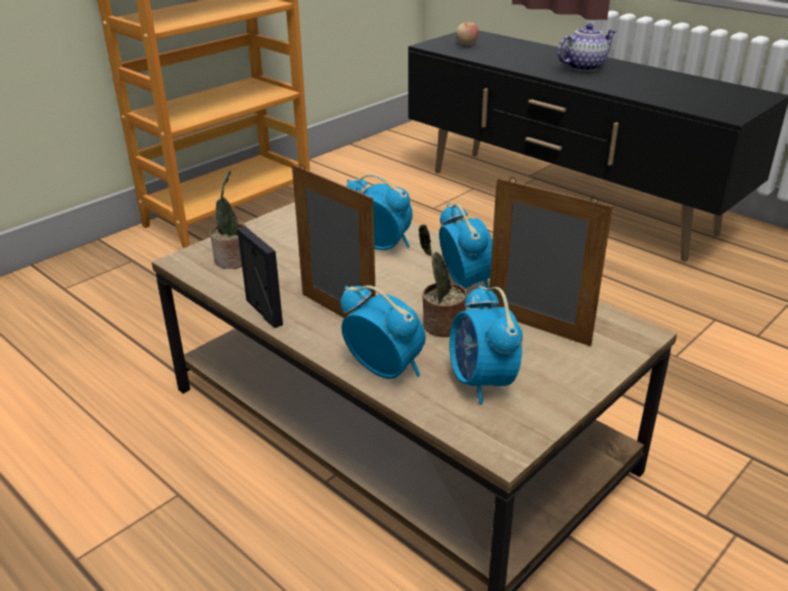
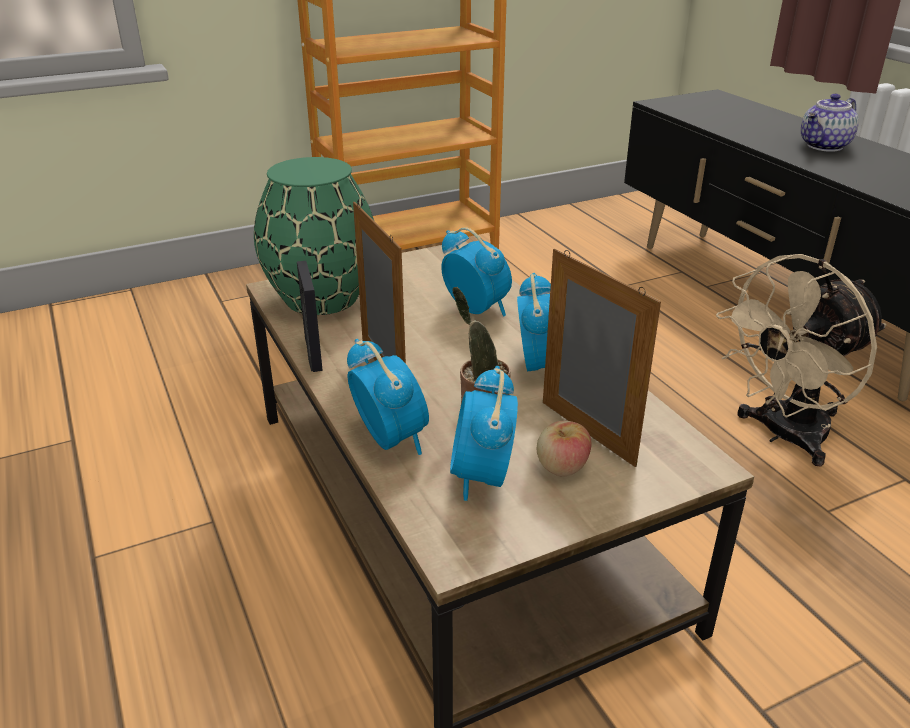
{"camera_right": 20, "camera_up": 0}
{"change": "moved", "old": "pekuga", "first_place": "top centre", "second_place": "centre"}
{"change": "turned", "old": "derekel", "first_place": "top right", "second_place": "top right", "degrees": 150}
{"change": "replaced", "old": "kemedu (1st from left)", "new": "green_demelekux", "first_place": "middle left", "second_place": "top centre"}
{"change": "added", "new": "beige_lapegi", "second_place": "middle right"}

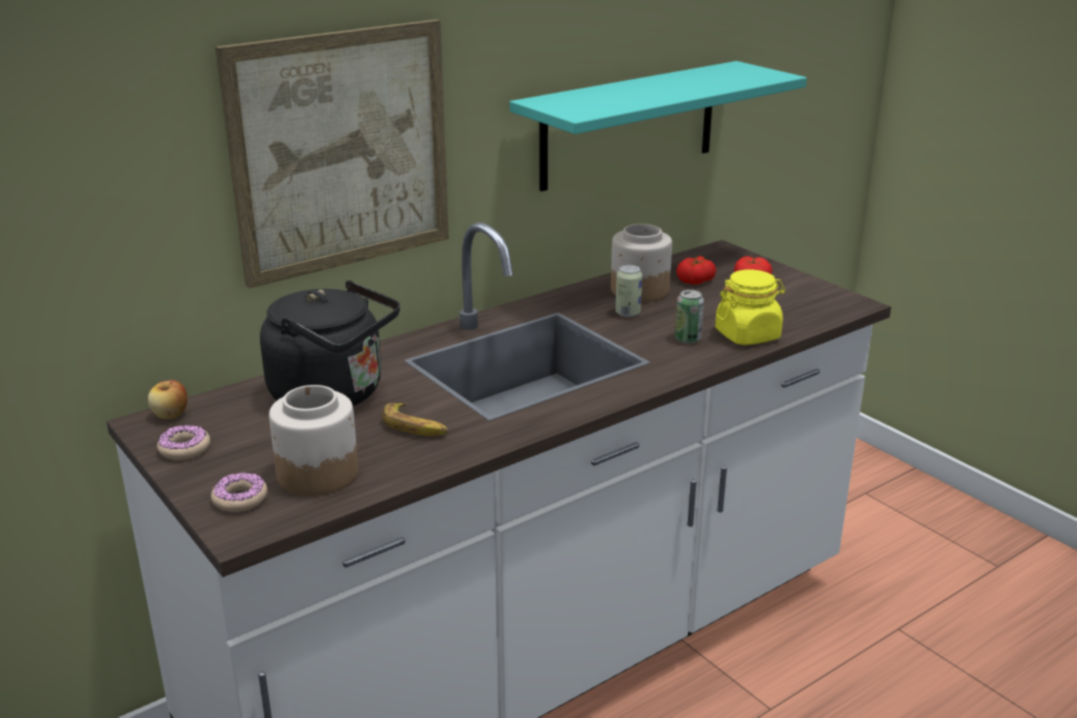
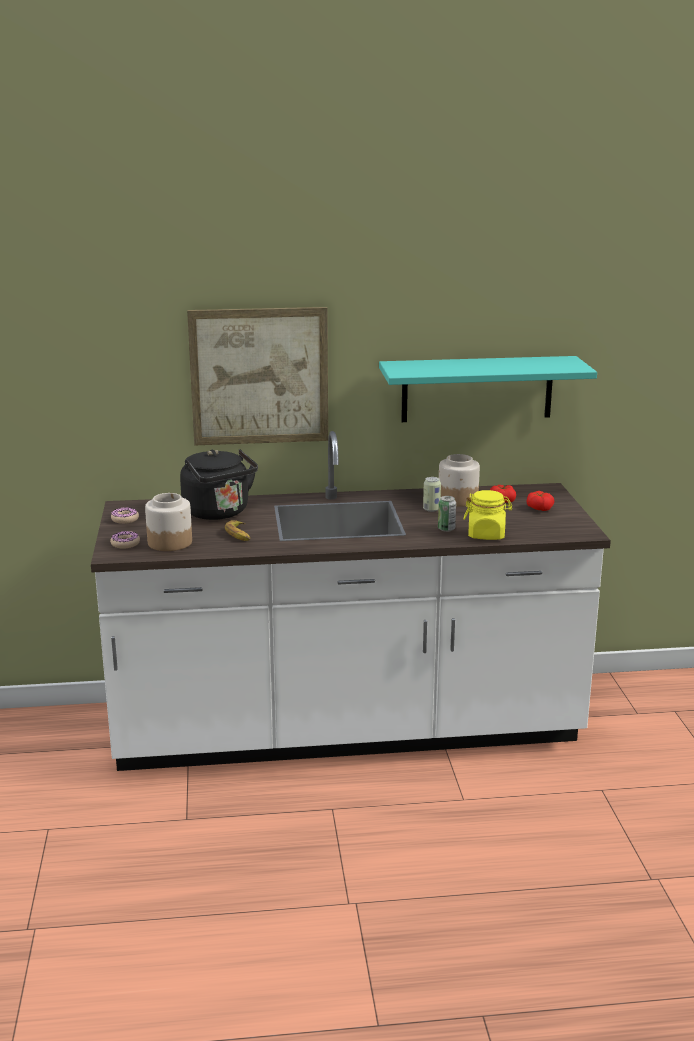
{"camera_right": 30, "camera_up": -5}
{"change": "removed", "old": "pekuga", "first_place": "middle left"}

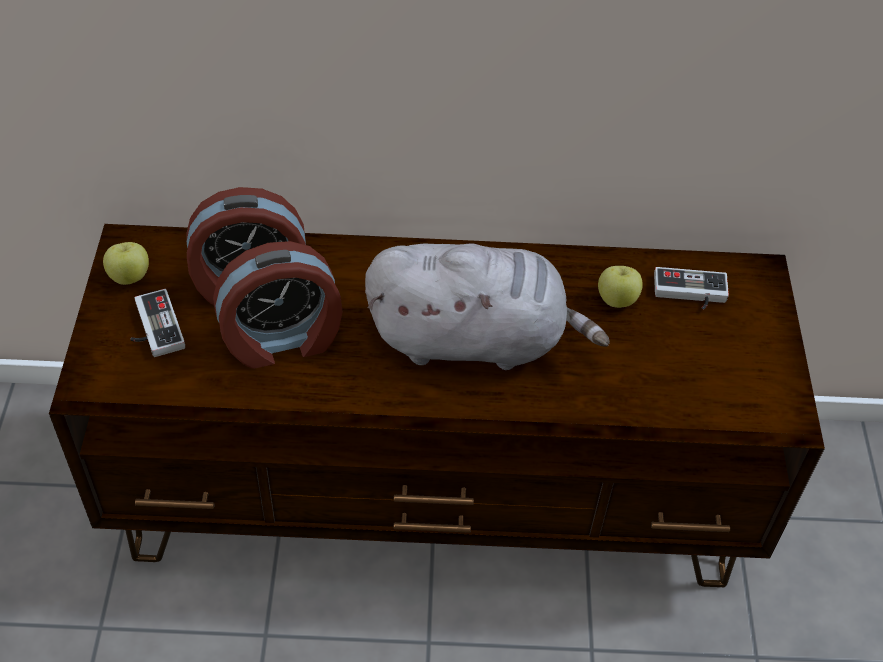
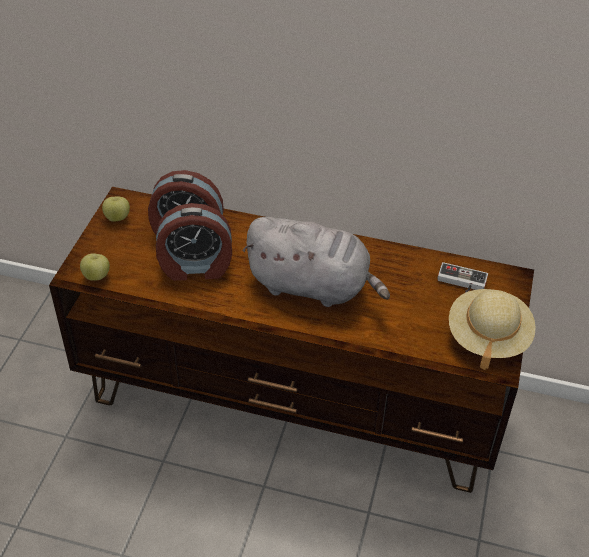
{"camera_right": 15, "camera_up": -5}
{"change": "moved", "old": "pekuga (2nd from left in the first image)", "new": "pekuga (1st from left)", "first_place": "middle right", "second_place": "middle left"}
{"change": "removed", "old": "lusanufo (1st from left)", "first_place": "middle left"}
{"change": "added", "new": "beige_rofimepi", "second_place": "middle right"}

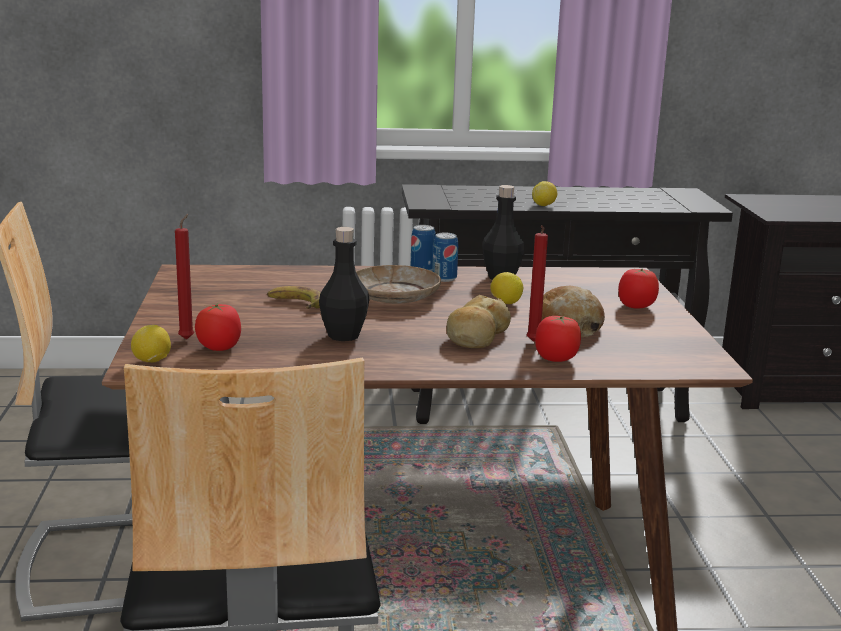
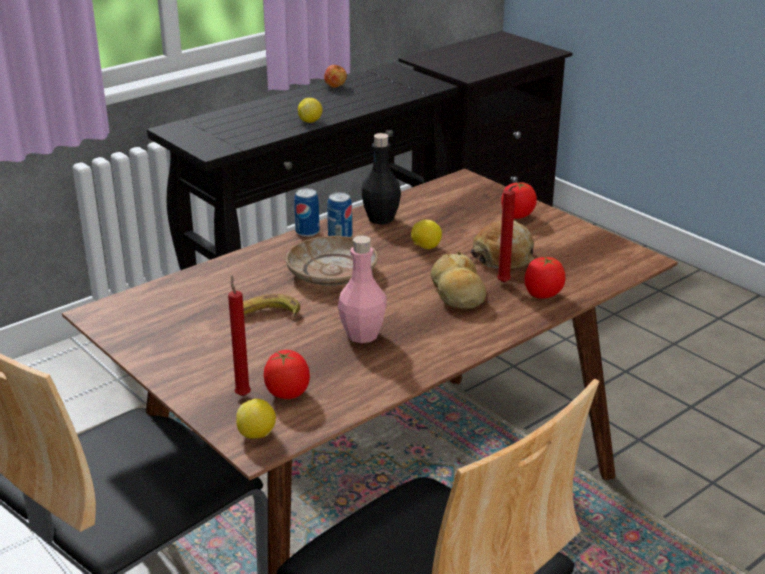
{"camera_right": -35, "camera_up": 10}
{"change": "recoloured", "old": "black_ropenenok (1st from left)", "new": "pink_ropenenok", "first_place": "centre", "second_place": "centre"}
{"change": "added", "new": "pekuga", "second_place": "top centre"}

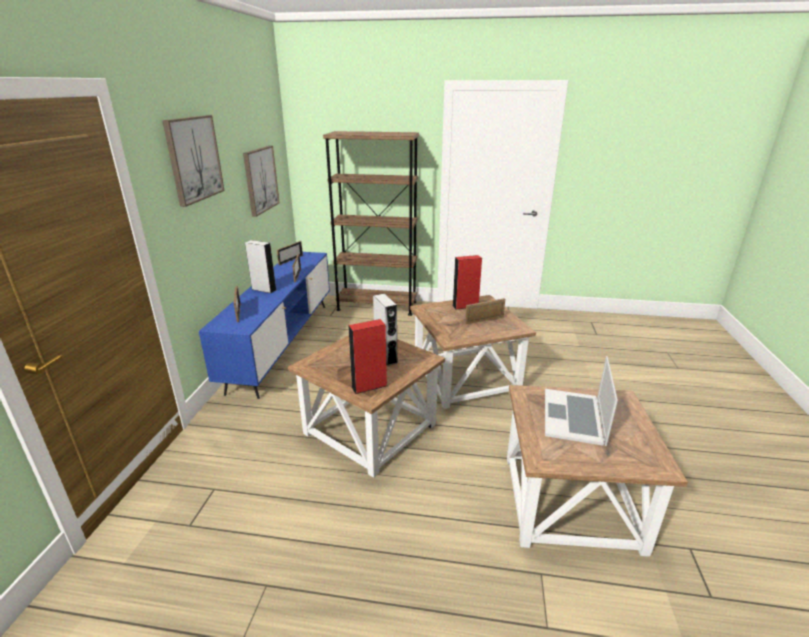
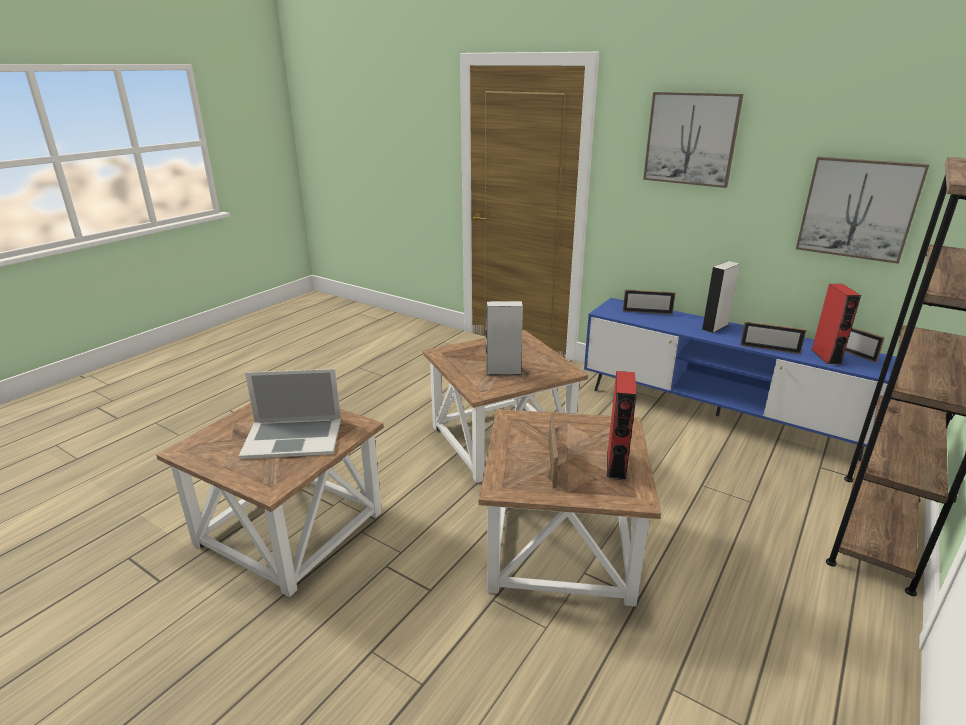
{"camera_right": 115, "camera_up": 0}
{"change": "moved", "old": "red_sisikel (1st from left in the first image)", "new": "red_sisikel (2nd from left)", "first_place": "centre", "second_place": "middle right"}
{"change": "turned", "old": "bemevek", "first_place": "middle right", "second_place": "middle left", "degrees": 135}

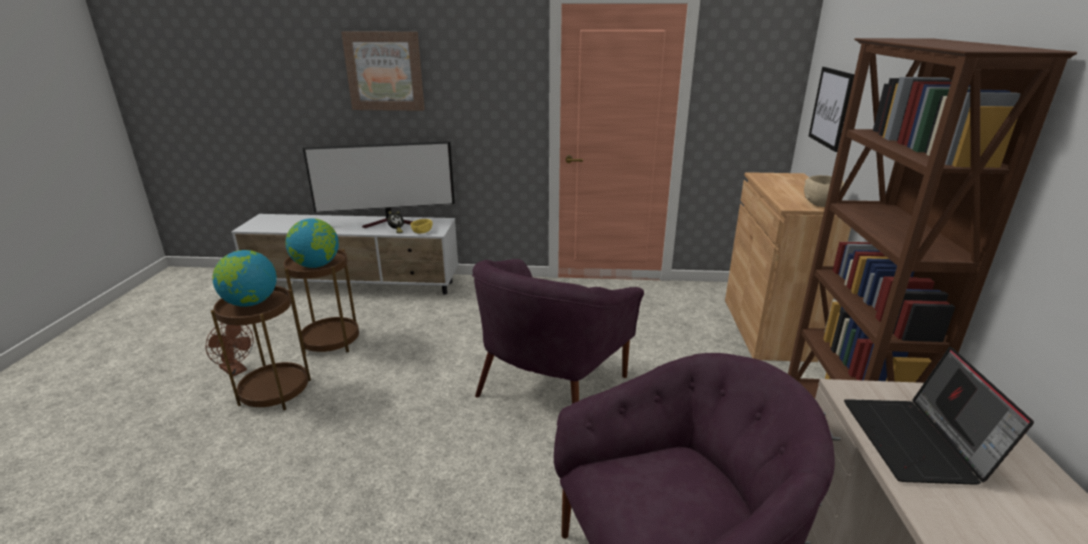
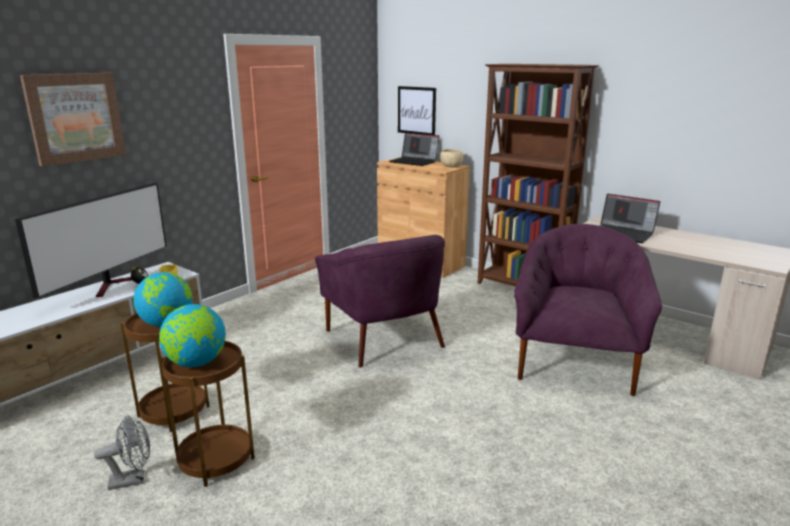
{"camera_right": -55, "camera_up": -5}
{"change": "recoloured", "old": "brown_lapegi", "new": "grey_lapegi", "first_place": "middle left", "second_place": "bottom left"}
{"change": "added", "new": "bemevek (1st from left)", "second_place": "top centre"}

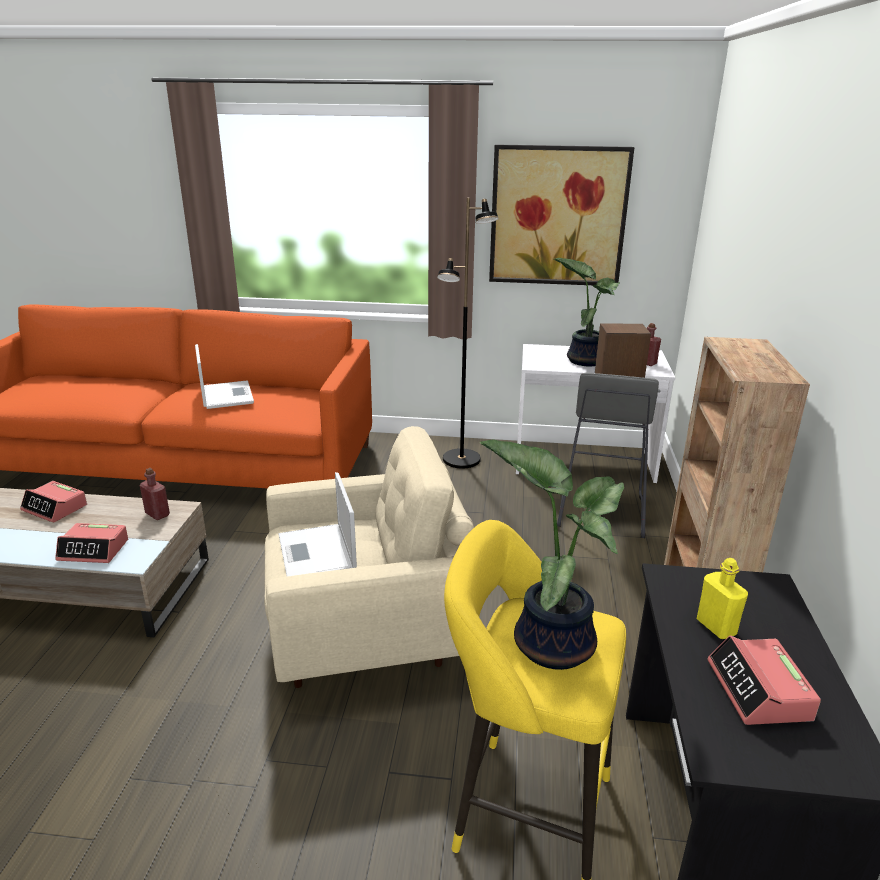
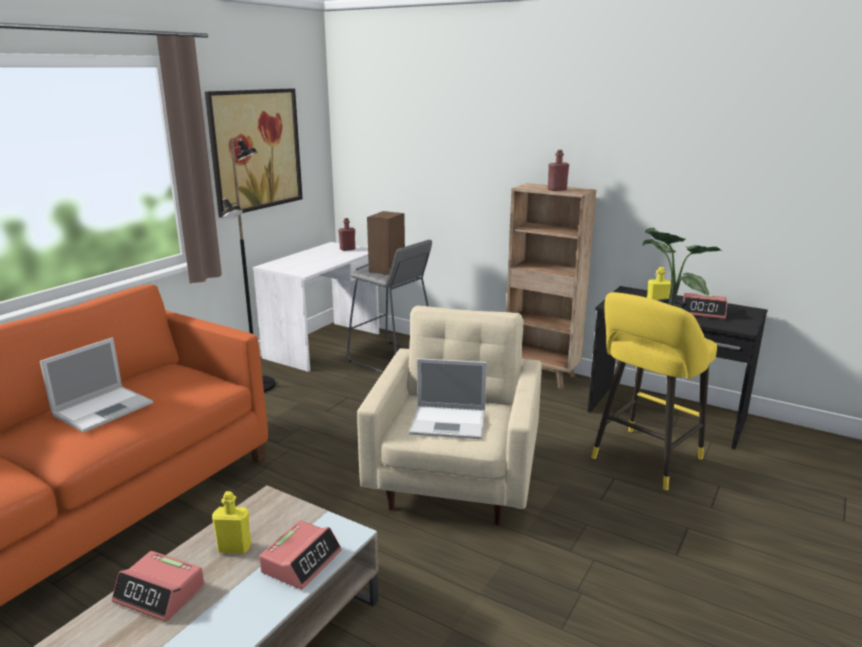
{"camera_right": -65, "camera_up": -5}
{"change": "removed", "old": "kemedu (2nd from left)", "first_place": "middle right"}
{"change": "turned", "old": "bemevek (1st from left)", "first_place": "middle left", "second_place": "middle left", "degrees": 120}
{"change": "moved", "old": "red_ropenenok (1st from left in the first image)", "new": "red_ropenenok (2nd from left)", "first_place": "middle left", "second_place": "top centre"}
{"change": "turned", "old": "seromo (1st from left)", "first_place": "middle left", "second_place": "bottom left", "degrees": 60}
{"change": "added", "new": "yellow_ropenenok (1st from left)", "second_place": "bottom left"}

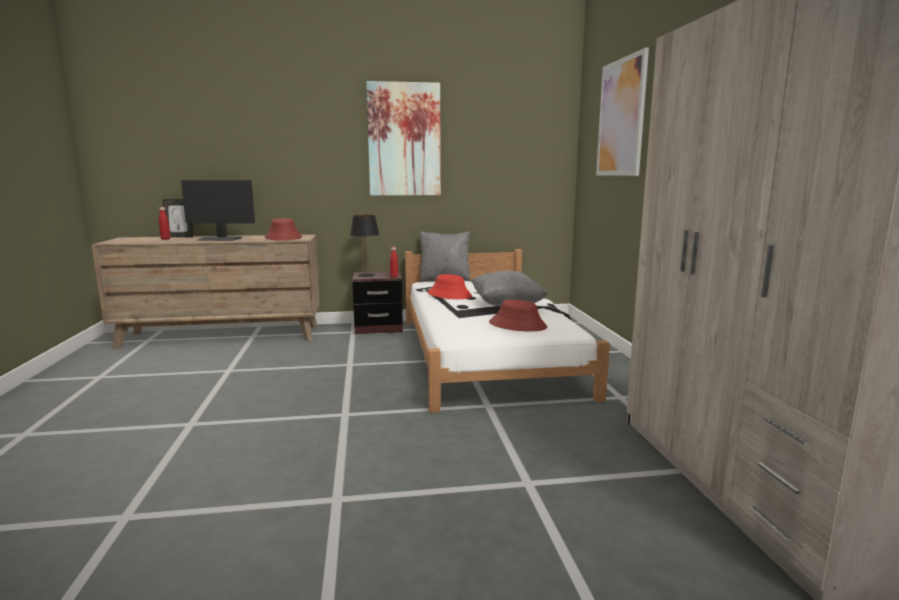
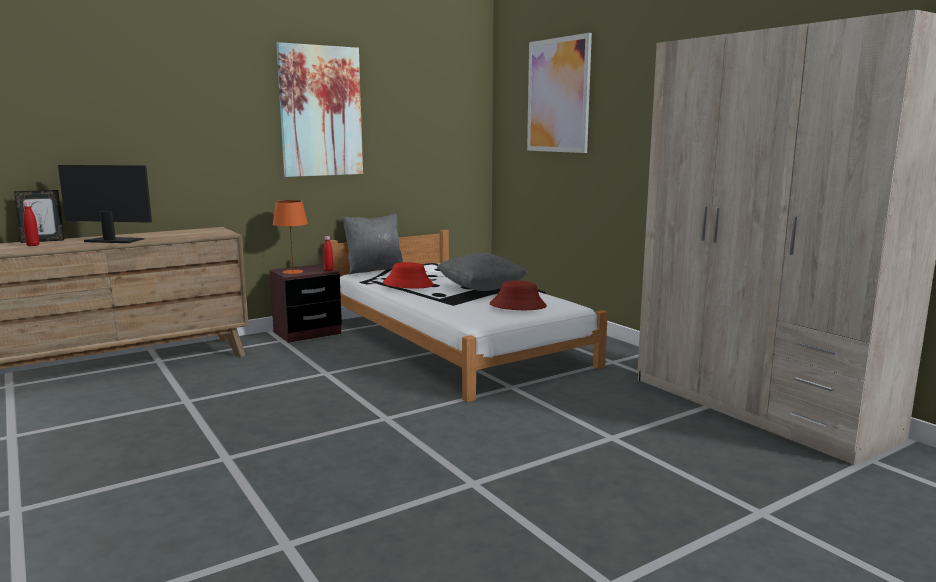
{"camera_right": -25, "camera_up": 0}
{"change": "turned", "old": "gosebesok", "first_place": "middle left", "second_place": "middle left", "degrees": -150}
{"change": "recoloured", "old": "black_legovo", "new": "orange_legovo", "first_place": "centre", "second_place": "middle left"}
{"change": "removed", "old": "red_rofimepi (1st from left)", "first_place": "middle left"}

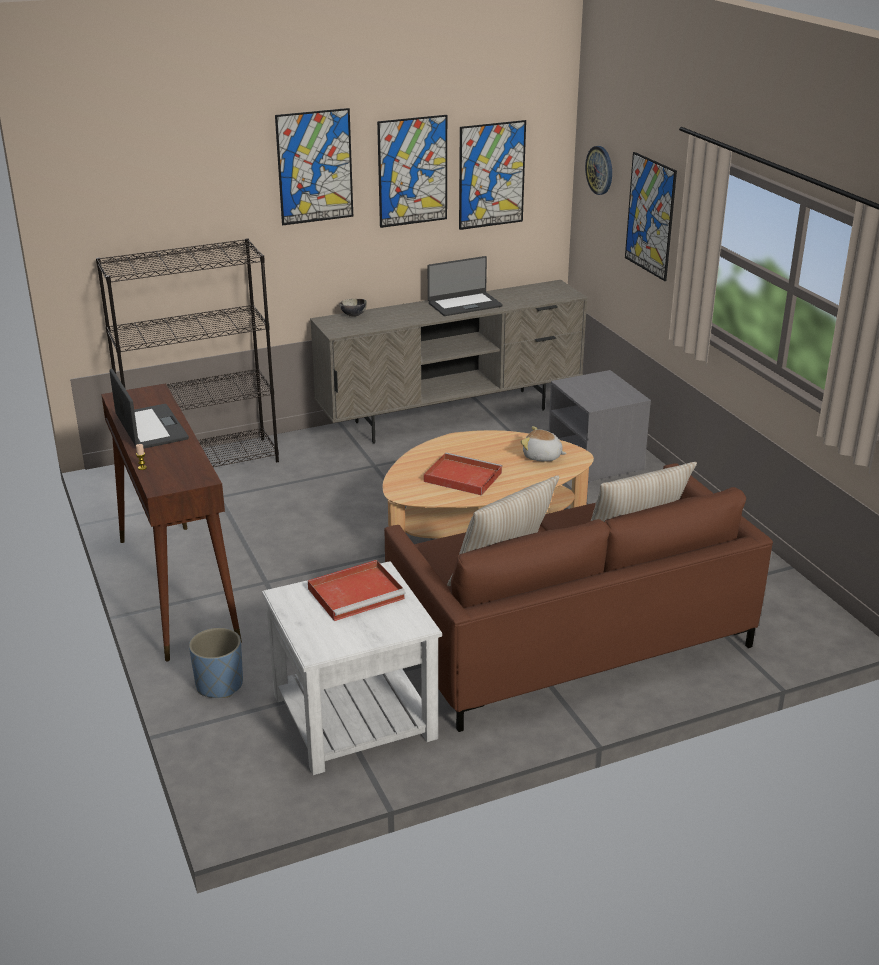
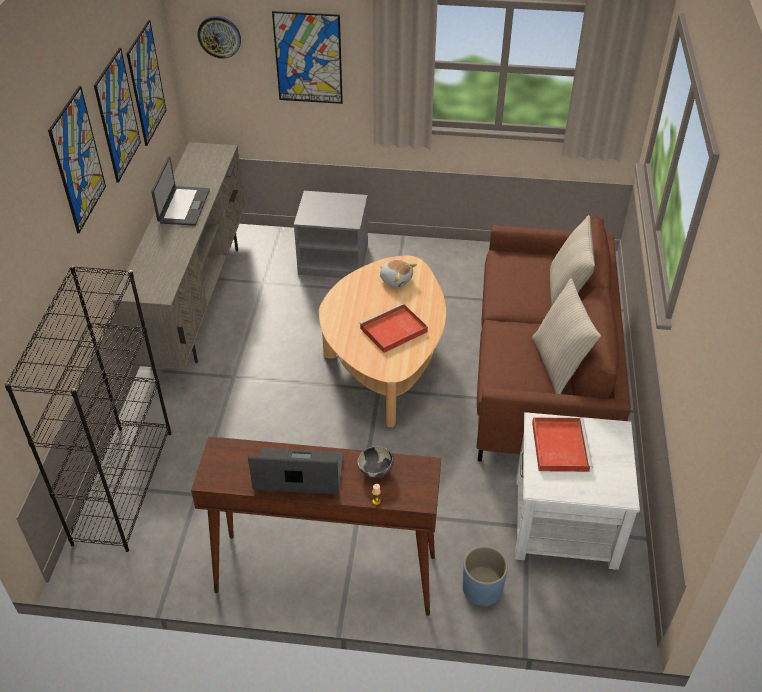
{"camera_right": -60, "camera_up": 15}
{"change": "moved", "old": "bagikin", "first_place": "top centre", "second_place": "bottom centre"}
{"change": "turned", "old": "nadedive", "first_place": "centre", "second_place": "centre", "degrees": -105}

